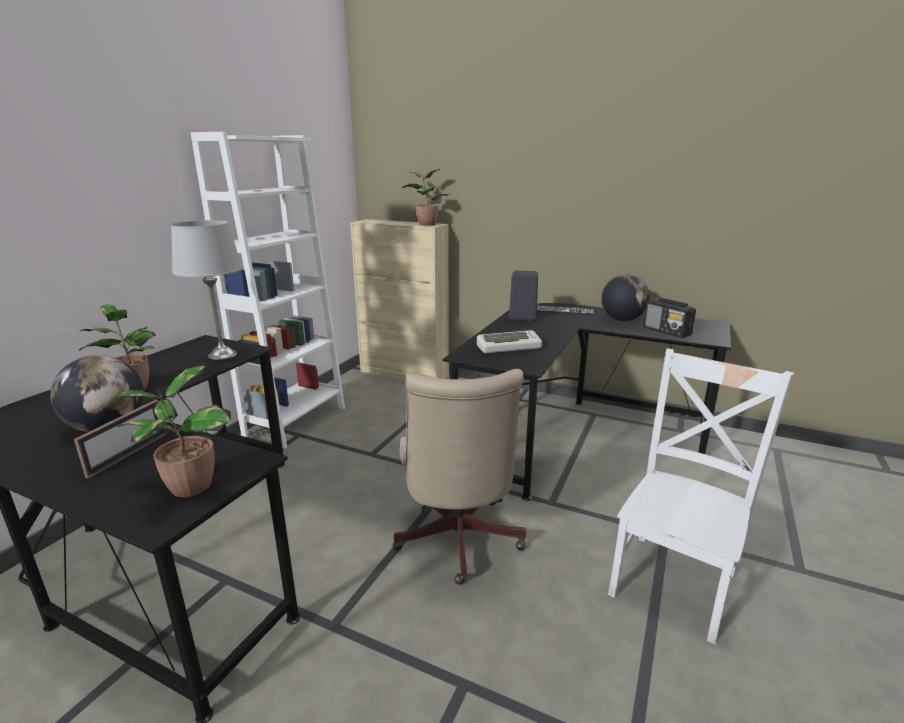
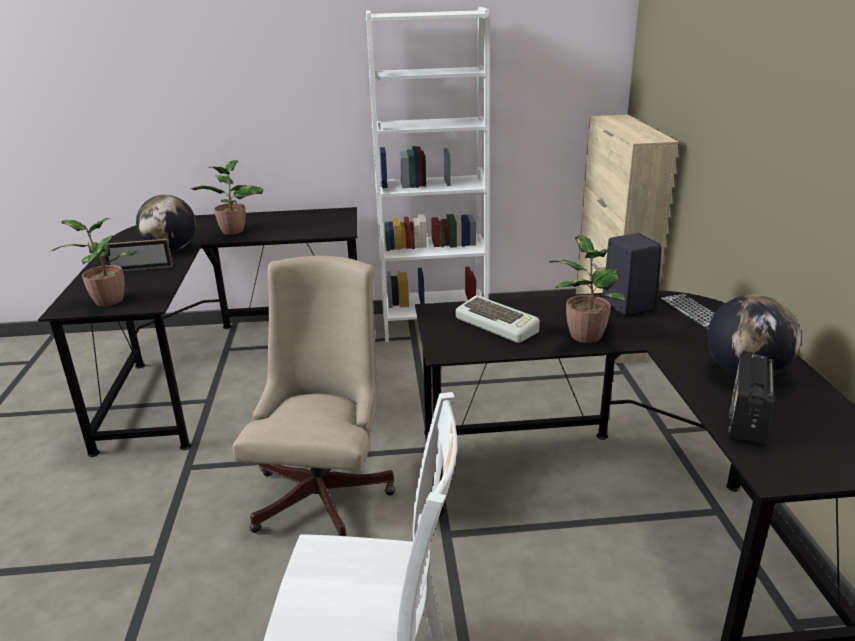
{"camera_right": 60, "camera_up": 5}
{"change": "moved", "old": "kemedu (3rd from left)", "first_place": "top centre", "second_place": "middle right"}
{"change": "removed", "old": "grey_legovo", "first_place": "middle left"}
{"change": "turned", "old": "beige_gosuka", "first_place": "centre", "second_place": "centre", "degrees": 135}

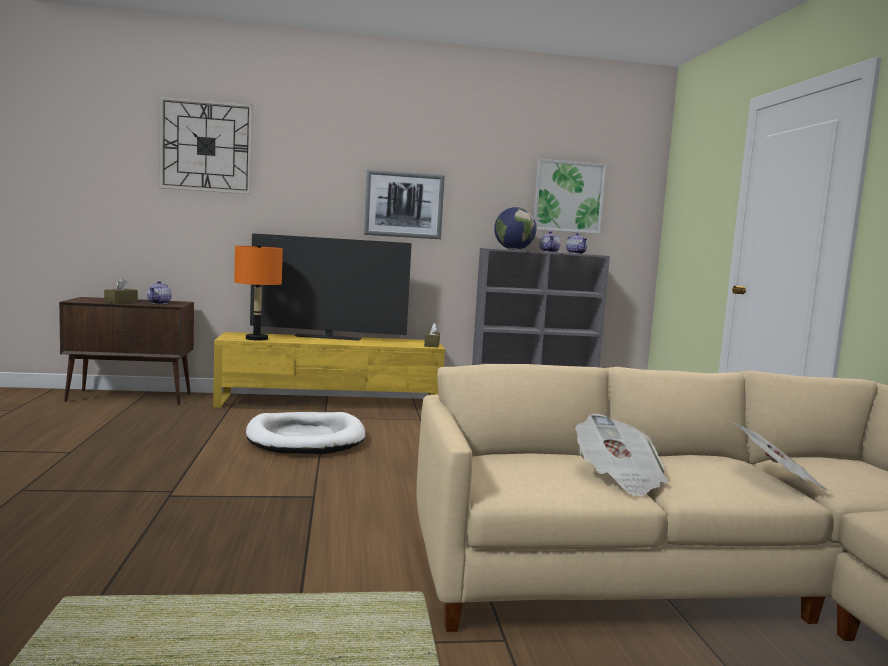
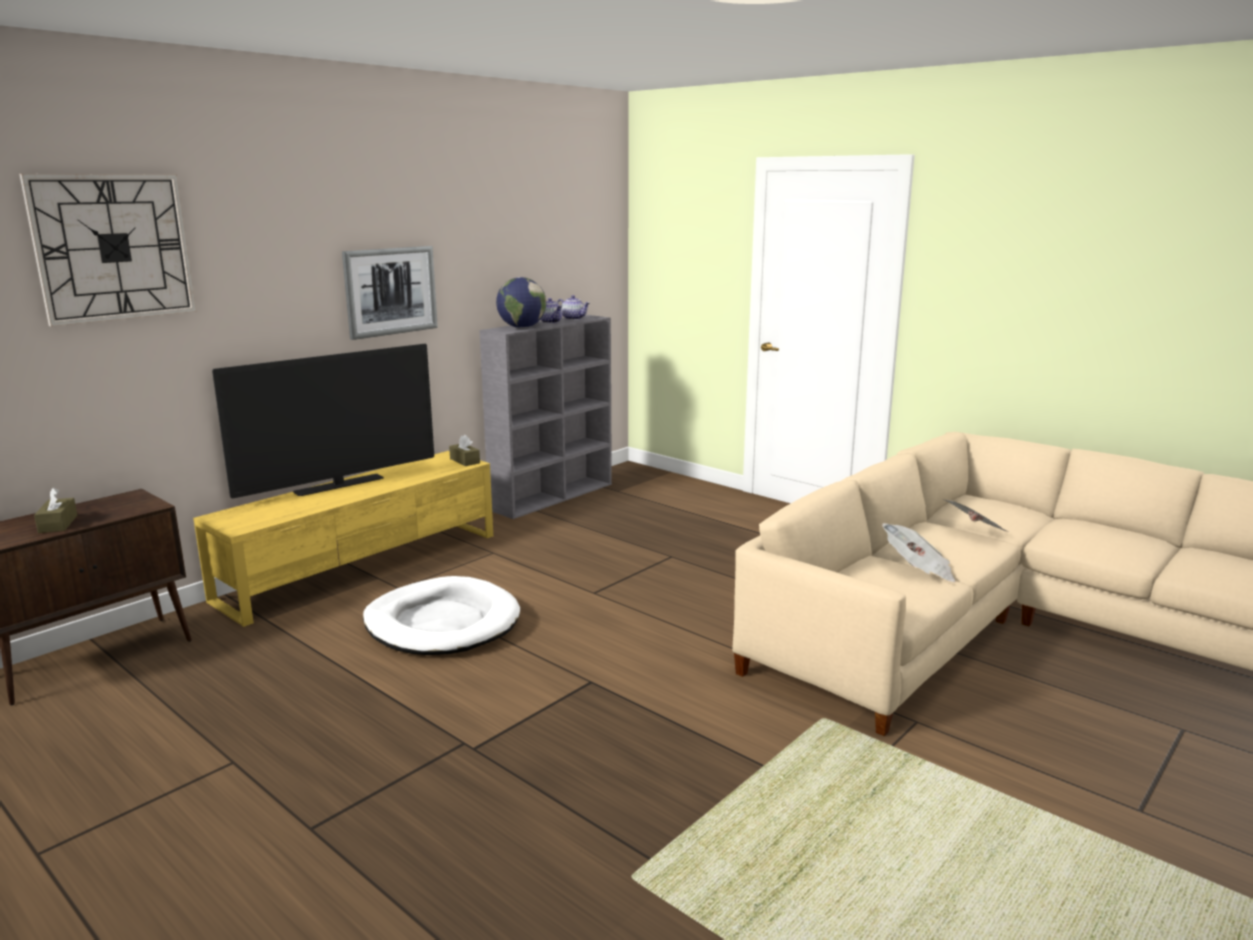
{"camera_right": -40, "camera_up": 10}
{"change": "removed", "old": "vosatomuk (2nd from left)", "first_place": "top centre"}
{"change": "removed", "old": "orange_legovo", "first_place": "middle left"}
{"change": "removed", "old": "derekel (1st from left)", "first_place": "middle left"}

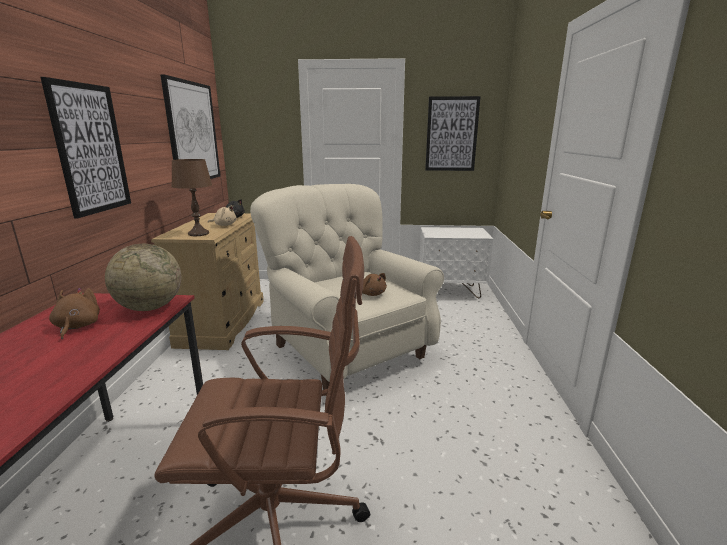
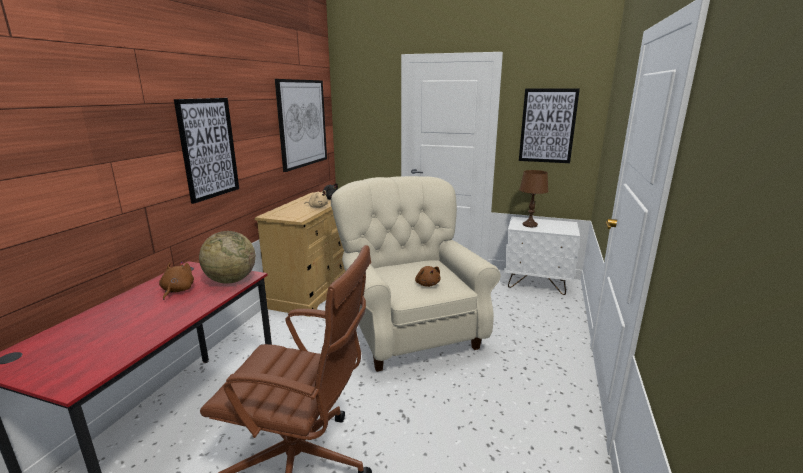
{"camera_right": 15, "camera_up": 0}
{"change": "moved", "old": "brown_legovo", "first_place": "middle left", "second_place": "centre"}

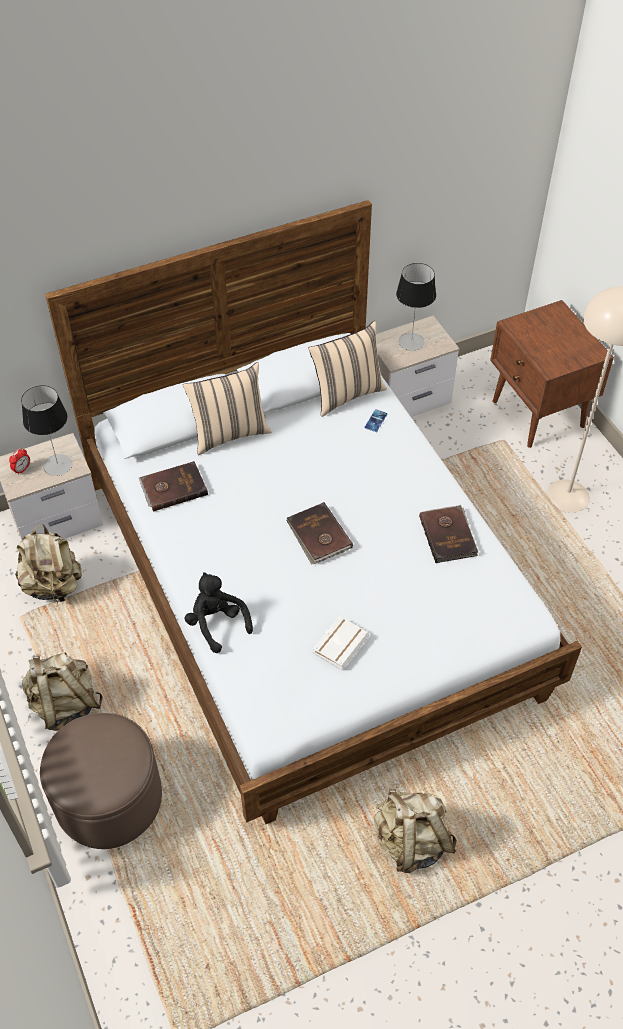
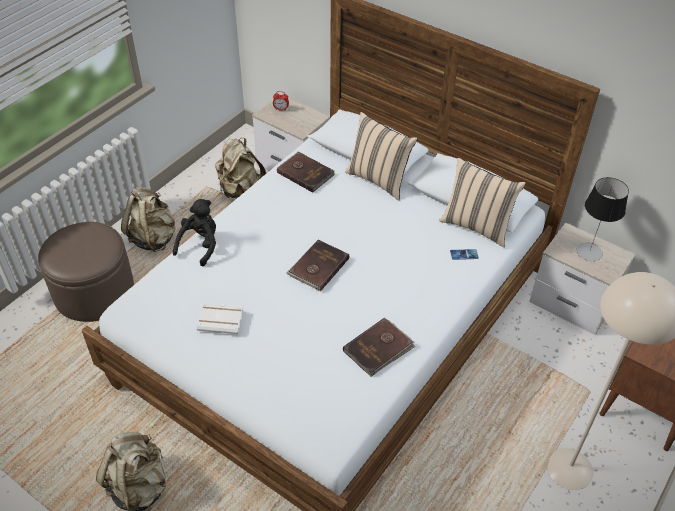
{"camera_right": 60, "camera_up": -5}
{"change": "removed", "old": "legovo (1st from left)", "first_place": "middle left"}

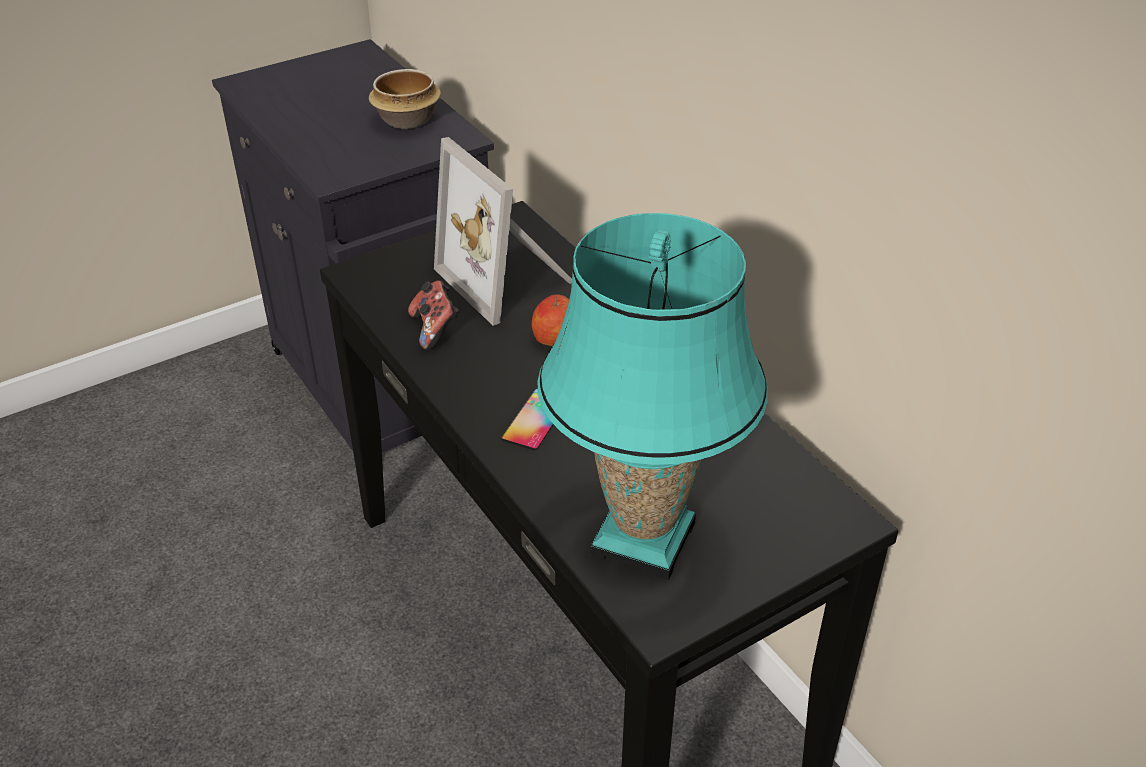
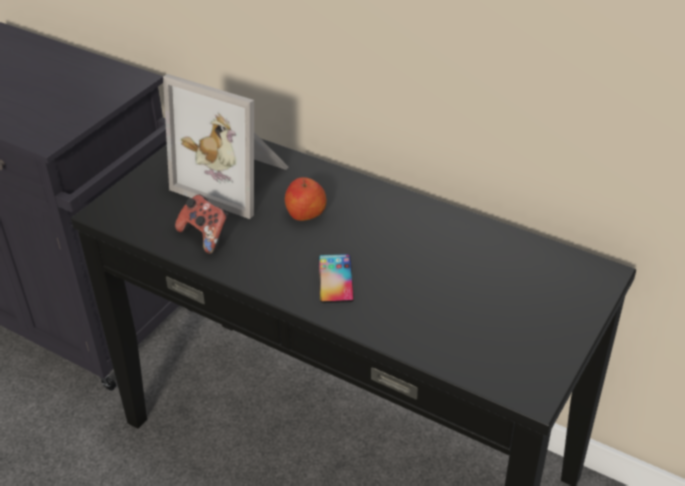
{"camera_right": -25, "camera_up": 0}
{"change": "removed", "old": "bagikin", "first_place": "top centre"}
{"change": "removed", "old": "turquoise_legovo", "first_place": "centre"}

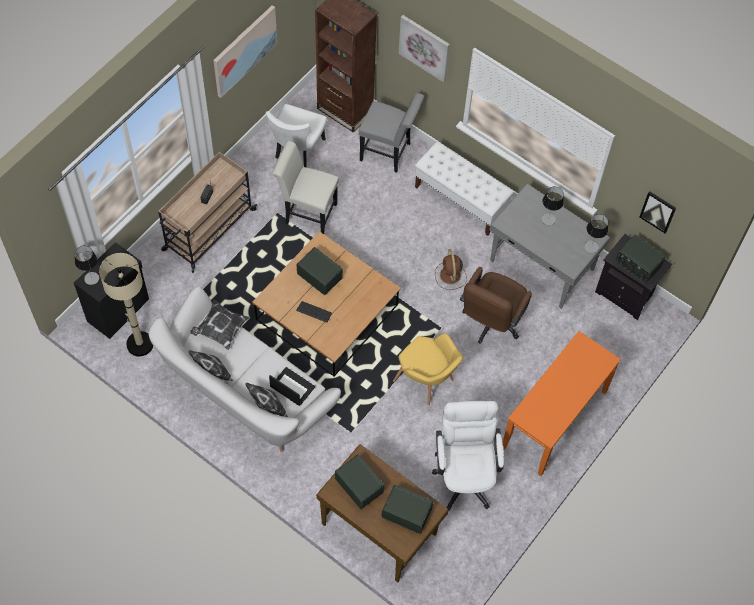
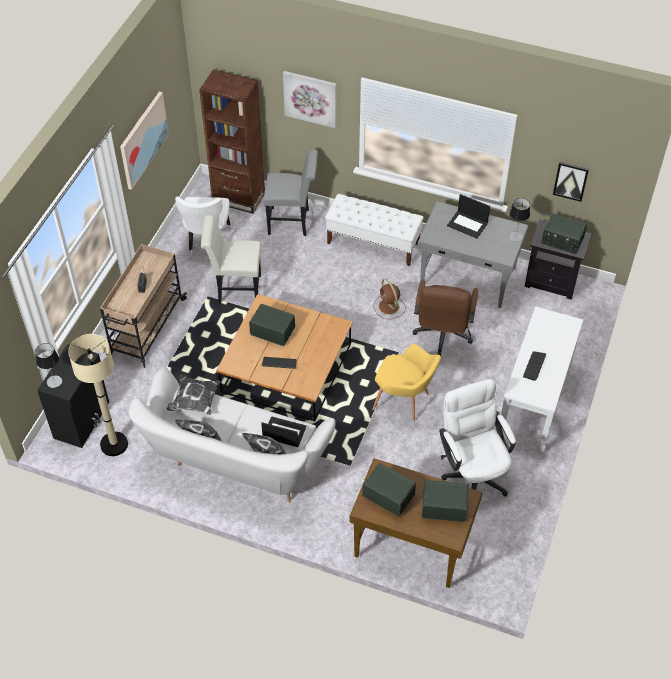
{"camera_right": -15, "camera_up": -10}
{"change": "replaced", "old": "legovo (2nd from left)", "new": "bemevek (2nd from left)", "first_place": "middle right", "second_place": "top right"}
{"change": "recoloured", "old": "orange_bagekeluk", "new": "white_bagekeluk", "first_place": "middle right", "second_place": "middle right"}
{"change": "added", "new": "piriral (2nd from left)", "second_place": "middle right"}

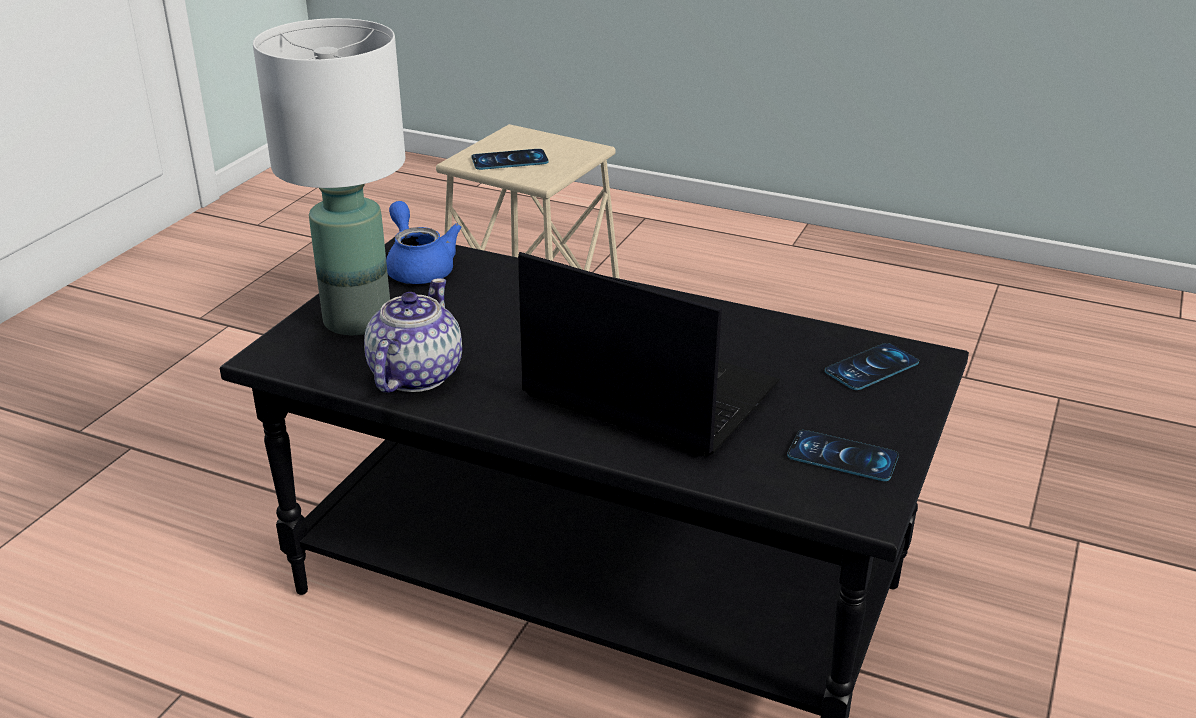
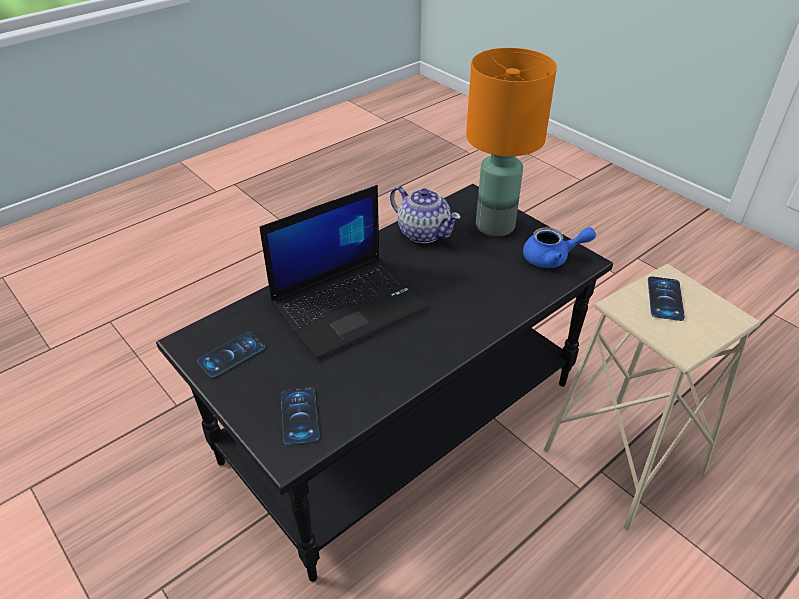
{"camera_right": 115, "camera_up": 10}
{"change": "recoloured", "old": "white_legovo", "new": "orange_legovo", "first_place": "top left", "second_place": "top centre"}

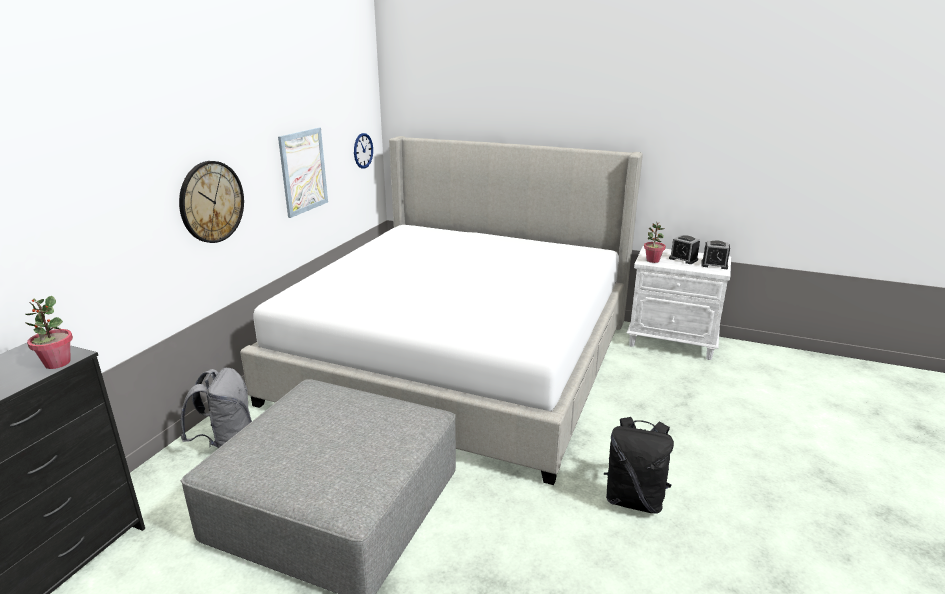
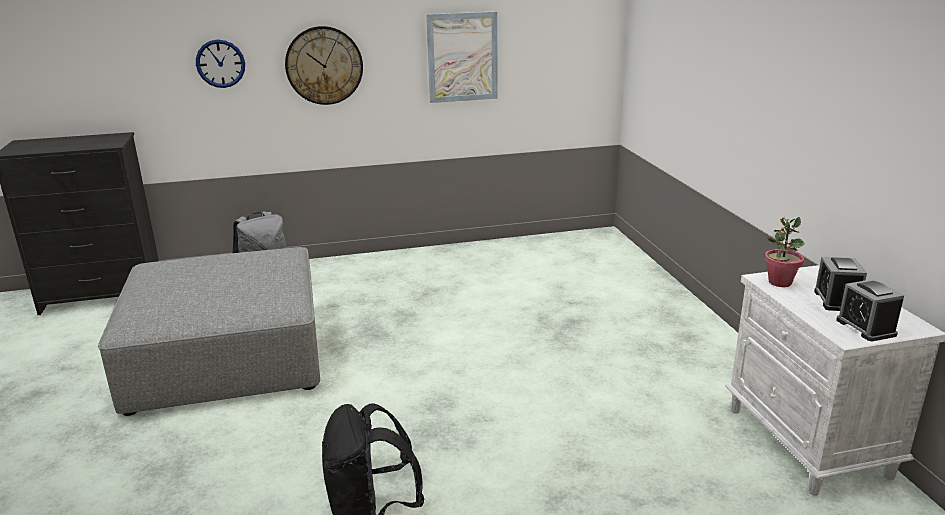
{"camera_right": 55, "camera_up": 0}
{"change": "moved", "old": "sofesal (2nd from left in the first image)", "new": "sofesal (1st from left)", "first_place": "top centre", "second_place": "top left"}
{"change": "removed", "old": "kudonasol", "first_place": "centre"}
{"change": "removed", "old": "kemedu (1st from left)", "first_place": "middle left"}

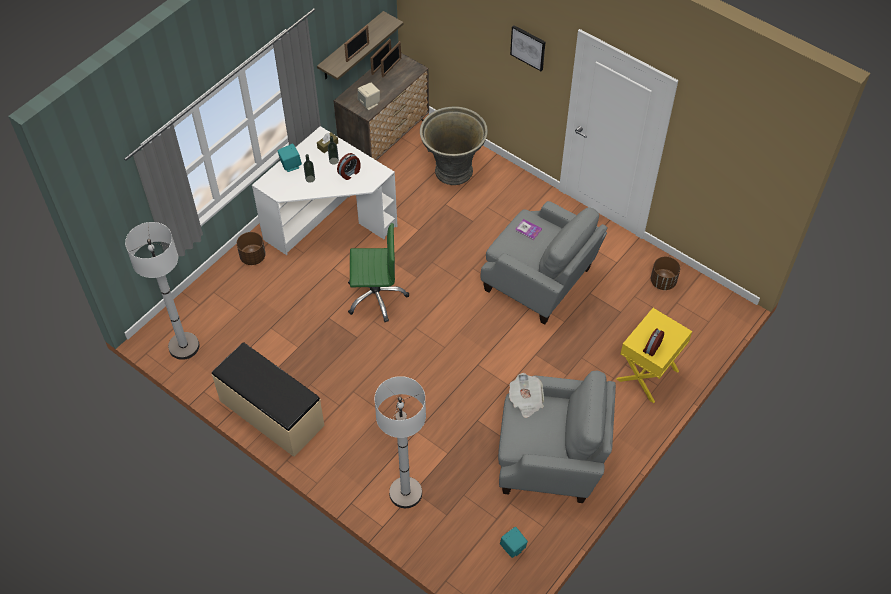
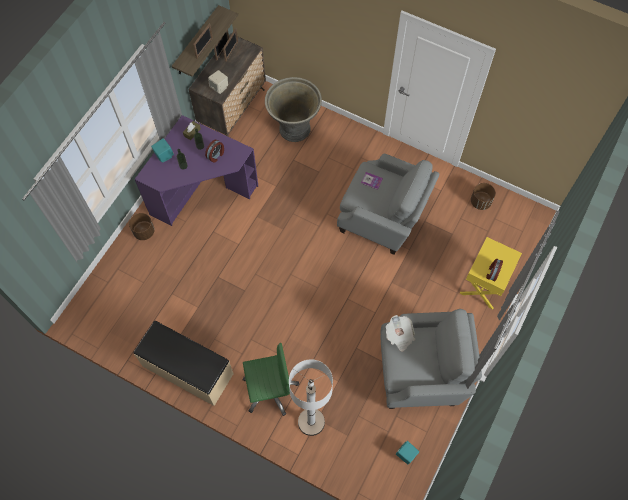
{"camera_right": -10, "camera_up": 10}
{"change": "removed", "old": "vosatomuk", "first_place": "top centre"}
{"change": "recoloured", "old": "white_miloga", "new": "purple_miloga", "first_place": "top centre", "second_place": "middle left"}
{"change": "removed", "old": "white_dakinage (1st from left)", "first_place": "middle left"}
{"change": "moved", "old": "green_gosuka", "first_place": "centre", "second_place": "bottom centre"}

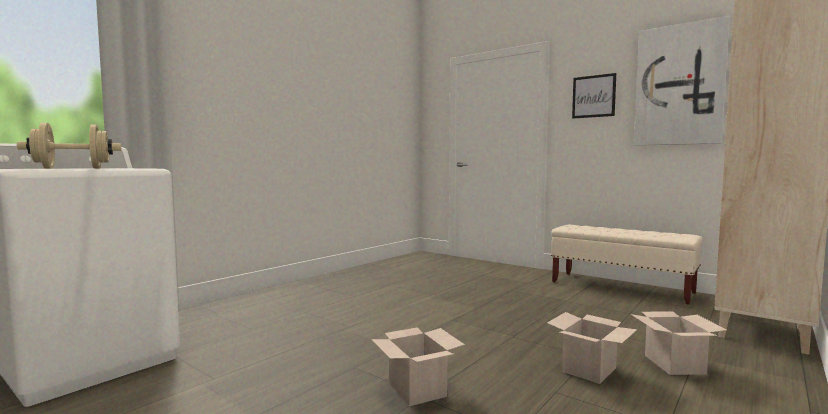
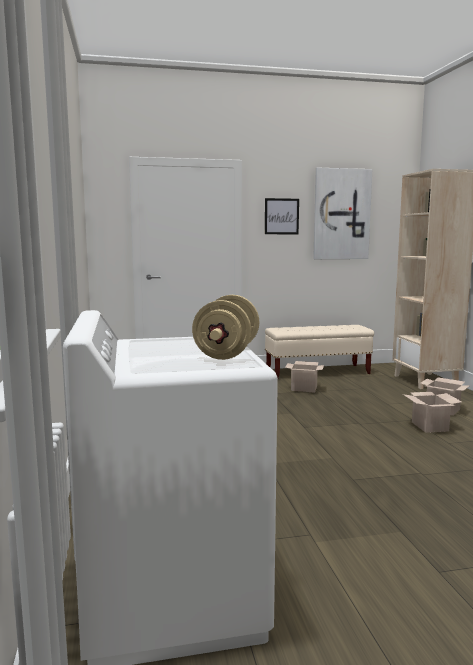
{"camera_right": -50, "camera_up": 5}
{"change": "moved", "old": "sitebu (1st from left)", "first_place": "bottom centre", "second_place": "centre"}

